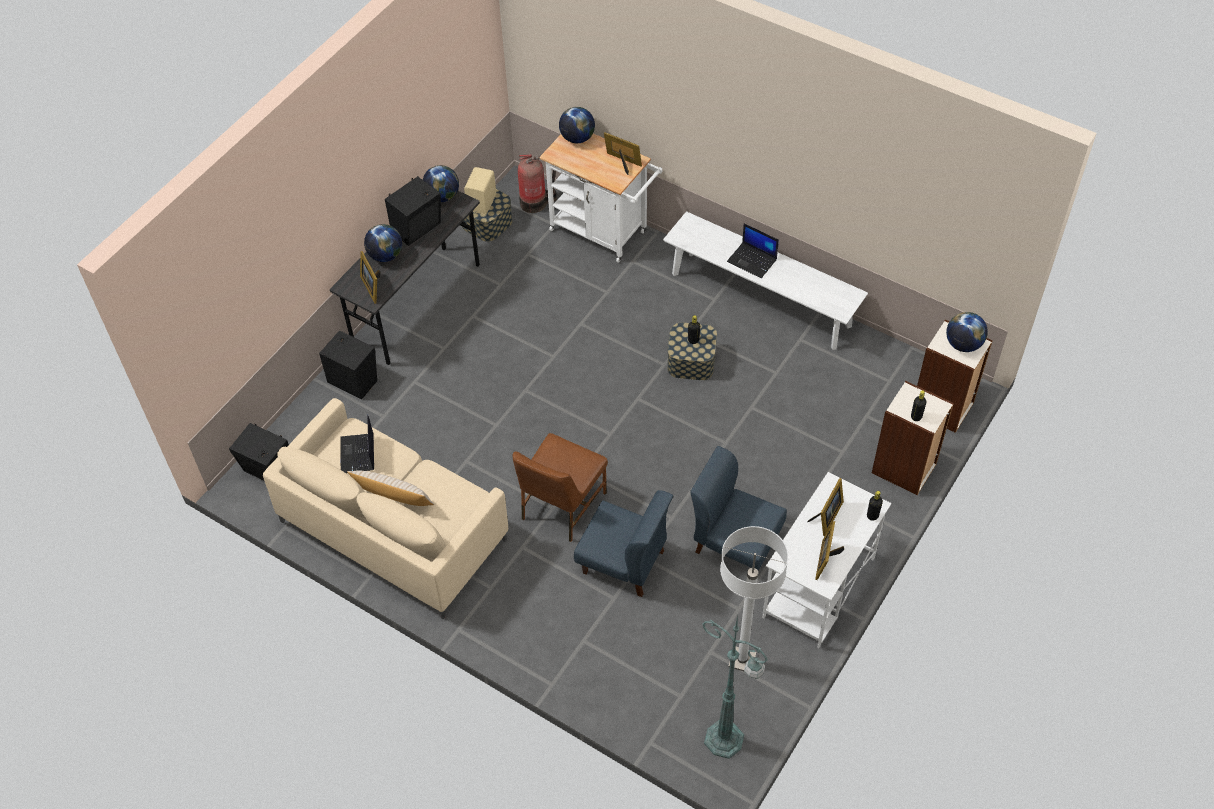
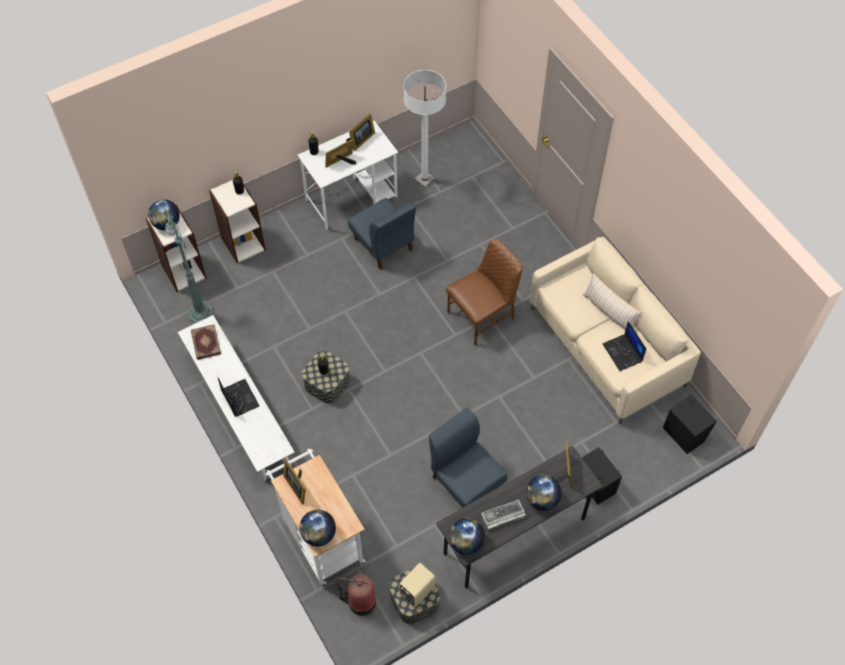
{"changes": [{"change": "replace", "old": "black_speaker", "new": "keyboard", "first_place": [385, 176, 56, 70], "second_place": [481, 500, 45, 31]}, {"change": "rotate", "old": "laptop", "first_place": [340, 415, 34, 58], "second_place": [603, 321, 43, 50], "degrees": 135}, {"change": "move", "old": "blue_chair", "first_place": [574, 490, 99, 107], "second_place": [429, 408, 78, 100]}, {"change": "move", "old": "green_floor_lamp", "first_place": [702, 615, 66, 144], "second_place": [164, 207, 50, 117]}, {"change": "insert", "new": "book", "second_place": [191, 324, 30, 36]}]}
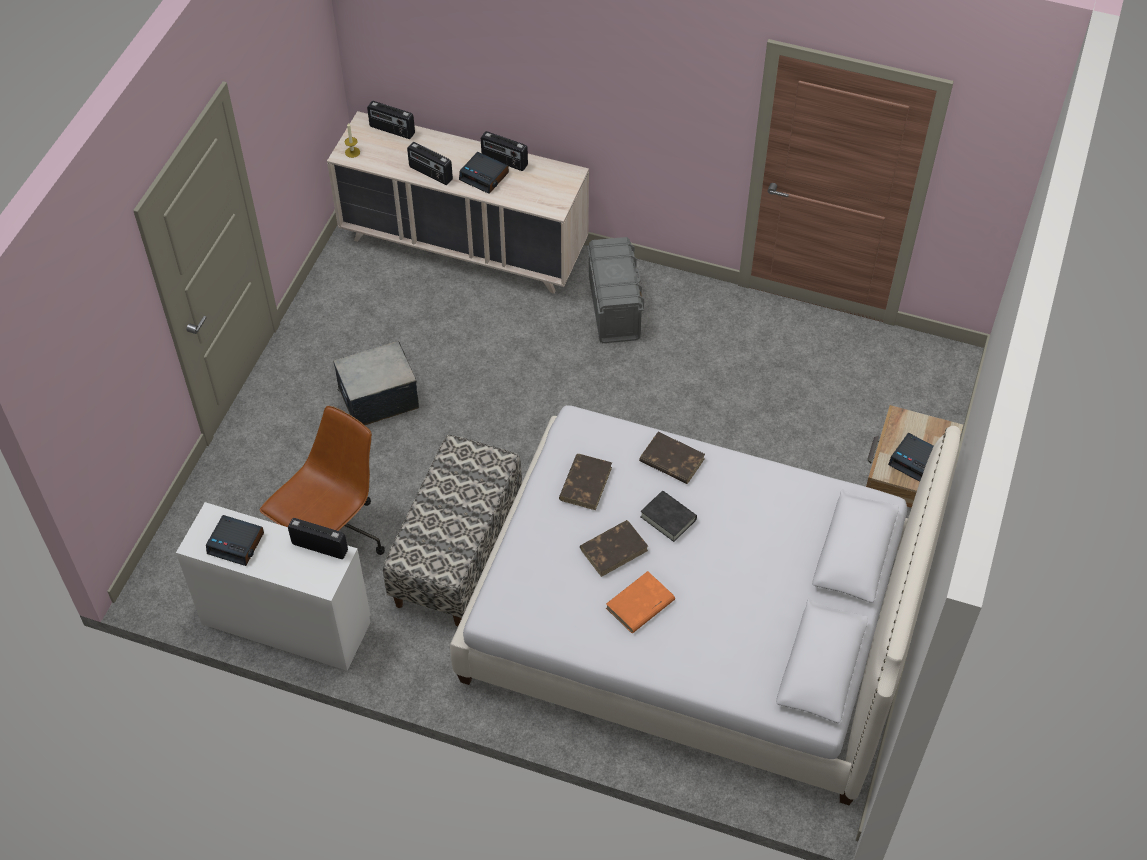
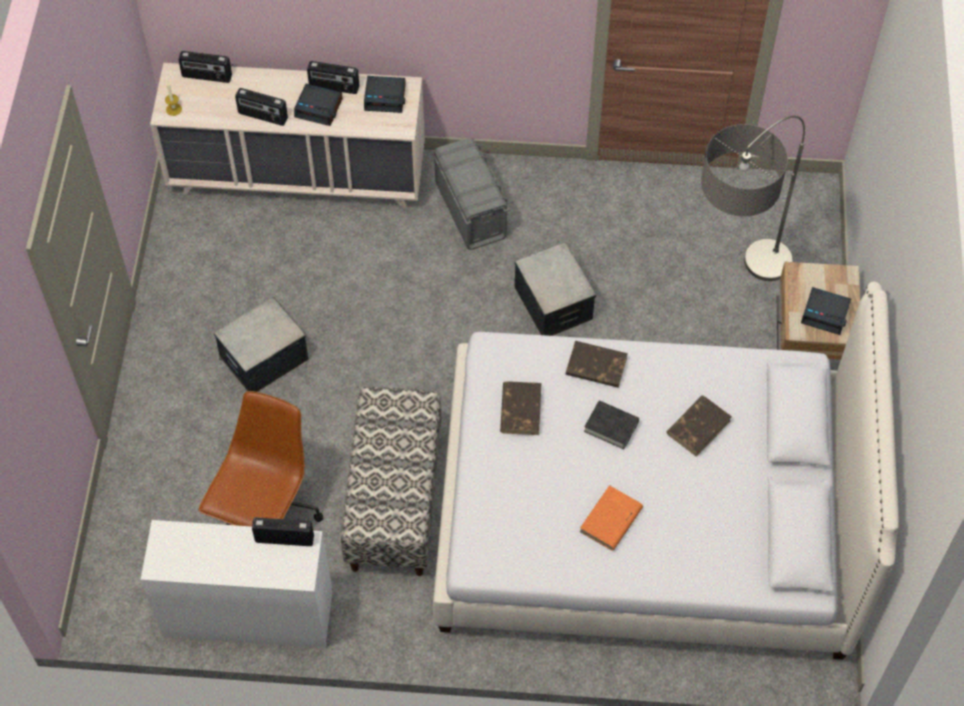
{"changes": [{"change": "move", "old": "alarm_clock", "first_place": [206, 515, 58, 51], "second_place": [364, 76, 42, 37]}, {"change": "move", "old": "brown_book", "first_place": [580, 520, 68, 57], "second_place": [667, 395, 65, 62]}, {"change": "insert", "new": "floor_lamp", "second_place": [701, 115, 104, 166]}, {"change": "insert", "new": "storage_box", "second_place": [514, 242, 82, 94]}]}
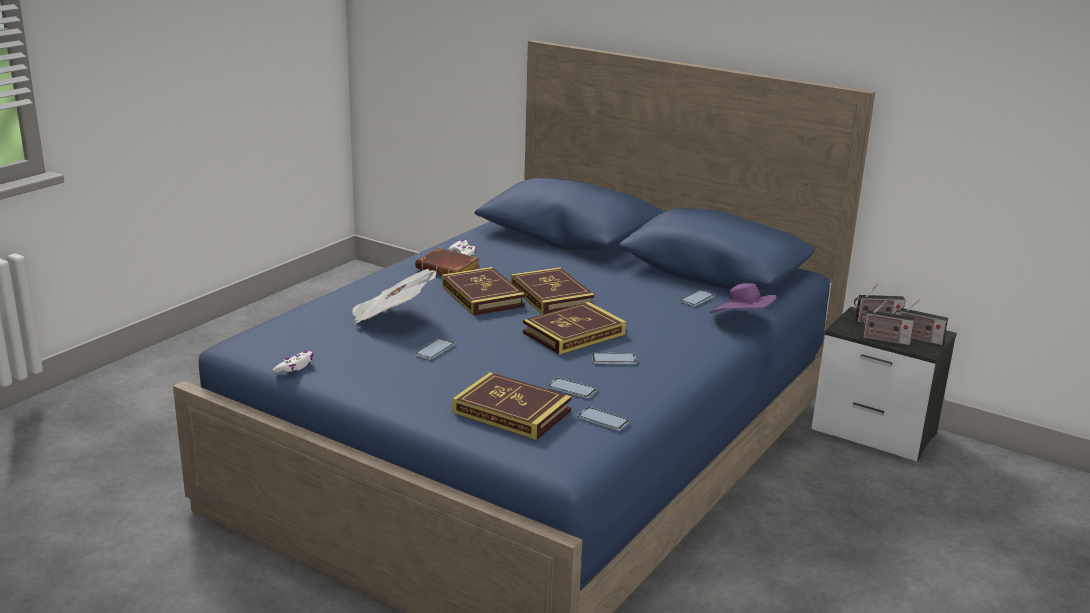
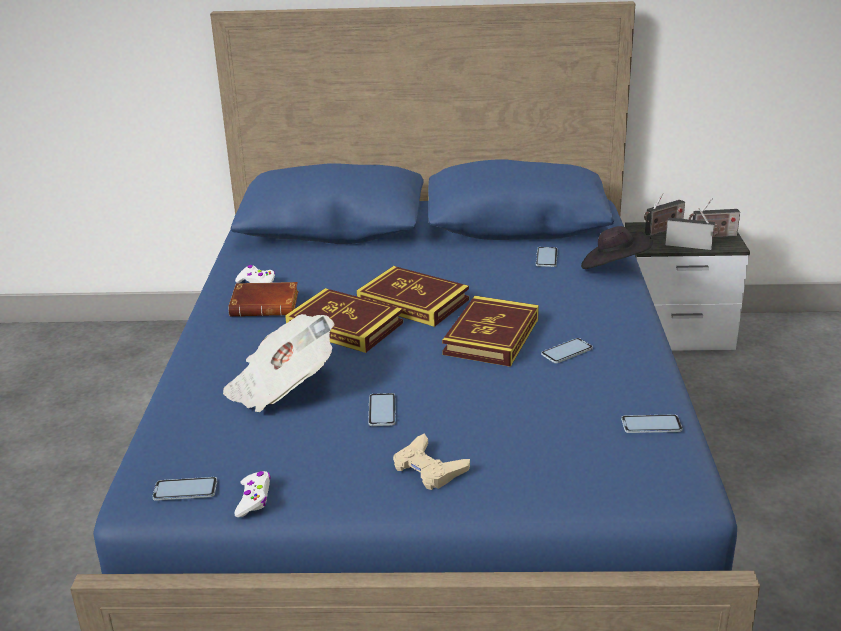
{"changes": [{"change": "recolor", "old": "purple_hat", "new": "black_hat", "first_place": [710, 283, 67, 30], "second_place": [581, 226, 72, 43]}, {"change": "rotate", "old": "radio", "first_place": [861, 300, 54, 46], "second_place": [665, 208, 54, 42], "degrees": -150}, {"change": "delete", "old": "book", "first_place": [452, 372, 120, 68]}, {"change": "move", "old": "phone", "first_place": [548, 378, 49, 20], "second_place": [152, 477, 65, 24]}, {"change": "insert", "new": "beige_game_controller", "second_place": [393, 434, 77, 56]}]}
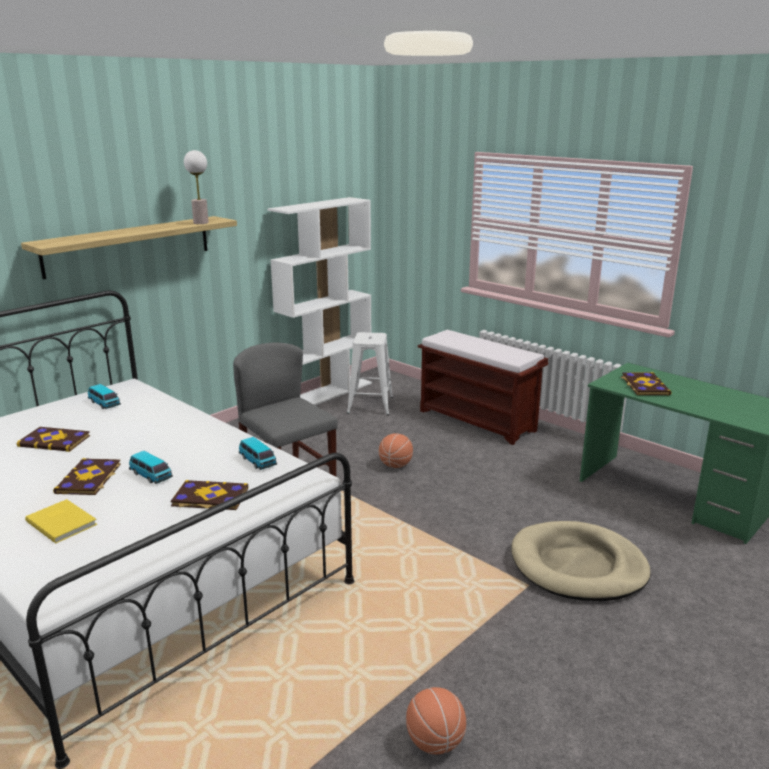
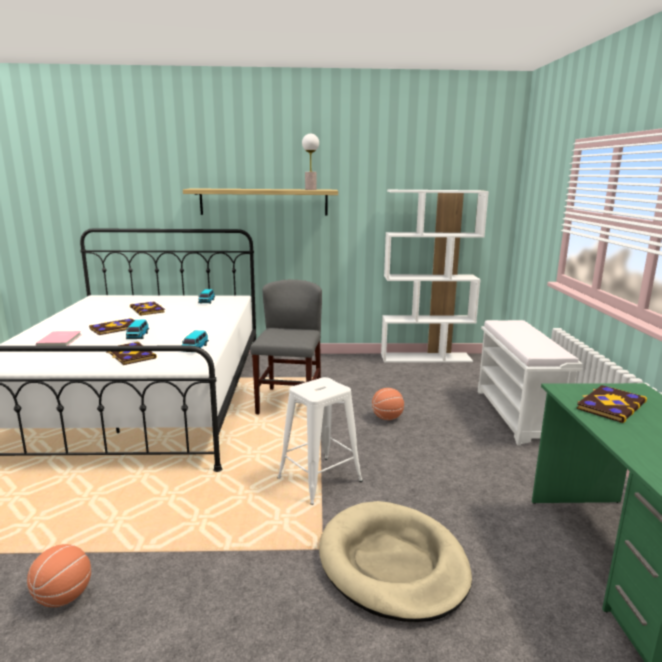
{"changes": [{"change": "recolor", "old": "brown_bench", "new": "white_bench", "first_place": [418, 330, 130, 115], "second_place": [478, 320, 105, 125]}, {"change": "move", "old": "white_stool", "first_place": [347, 332, 46, 83], "second_place": [278, 377, 85, 128]}, {"change": "recolor", "old": "yellow_book", "new": "pink_book", "first_place": [25, 499, 72, 44], "second_place": [36, 331, 45, 15]}]}
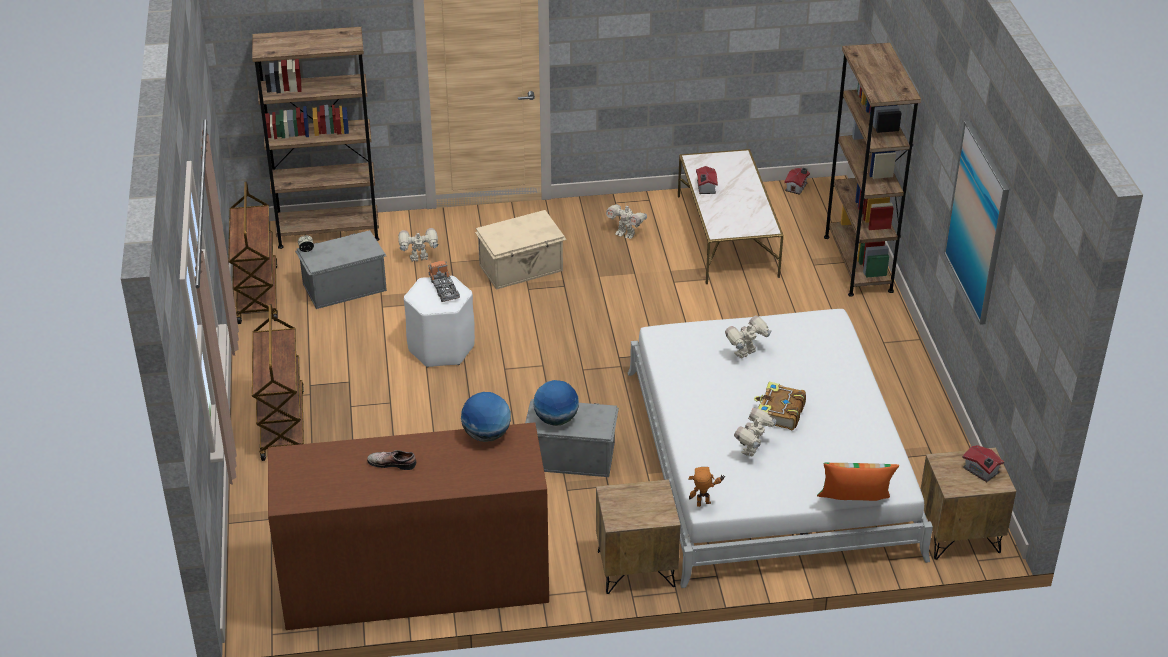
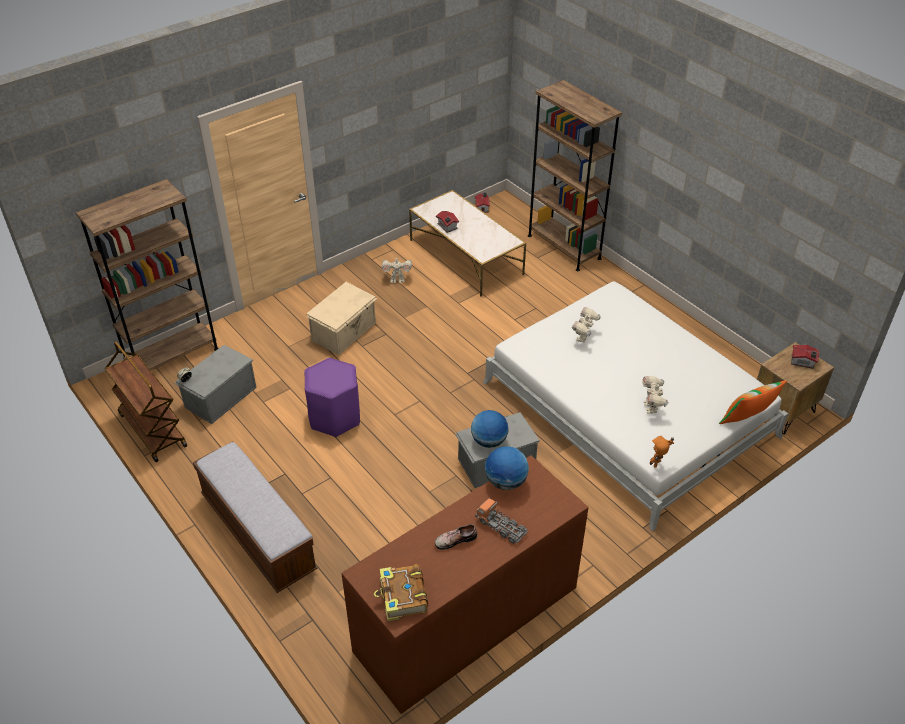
{"changes": [{"change": "delete", "old": "picture", "first_place": [944, 121, 65, 204]}, {"change": "delete", "old": "toy_robot", "first_place": [398, 228, 41, 34]}, {"change": "move", "old": "toy_truck", "first_place": [428, 261, 32, 41], "second_place": [475, 498, 53, 46]}, {"change": "recolor", "old": "white_stool", "new": "purple_stool", "first_place": [404, 276, 71, 92], "second_place": [304, 358, 56, 79]}, {"change": "replace", "old": "brown_cart", "new": "bench", "first_place": [252, 304, 52, 157], "second_place": [193, 441, 125, 152]}, {"change": "move", "old": "book", "first_place": [754, 382, 52, 48], "second_place": [374, 564, 54, 57]}, {"change": "delete", "old": "brown_nightstand", "first_place": [596, 479, 85, 115]}]}
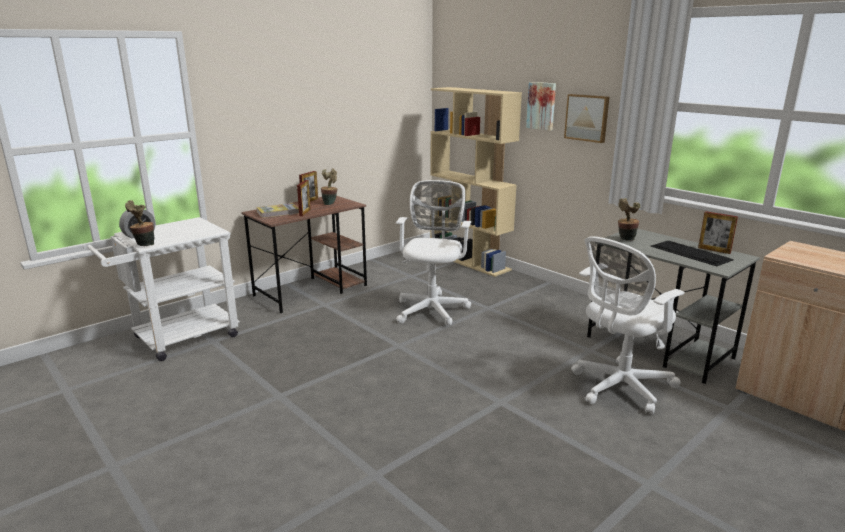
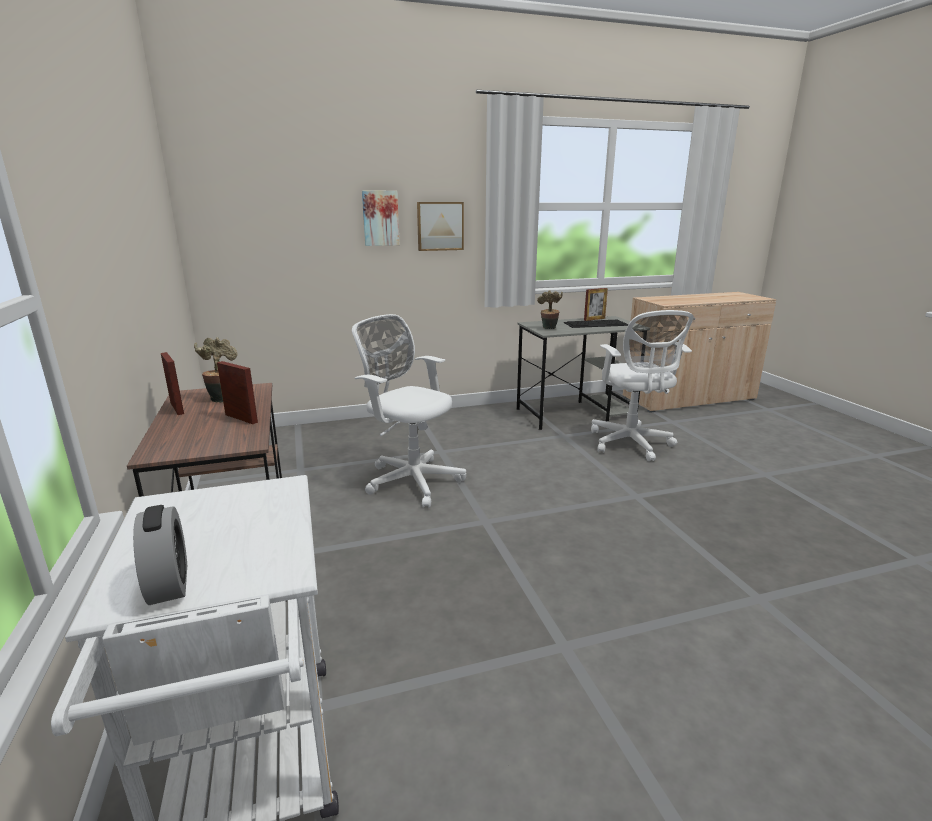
{"changes": [{"change": "delete", "old": "beige_bookcase", "first_place": [430, 87, 92, 190]}, {"change": "delete", "old": "potted_plant", "first_place": [125, 200, 29, 46]}, {"change": "delete", "old": "book", "first_place": [256, 203, 43, 15]}]}
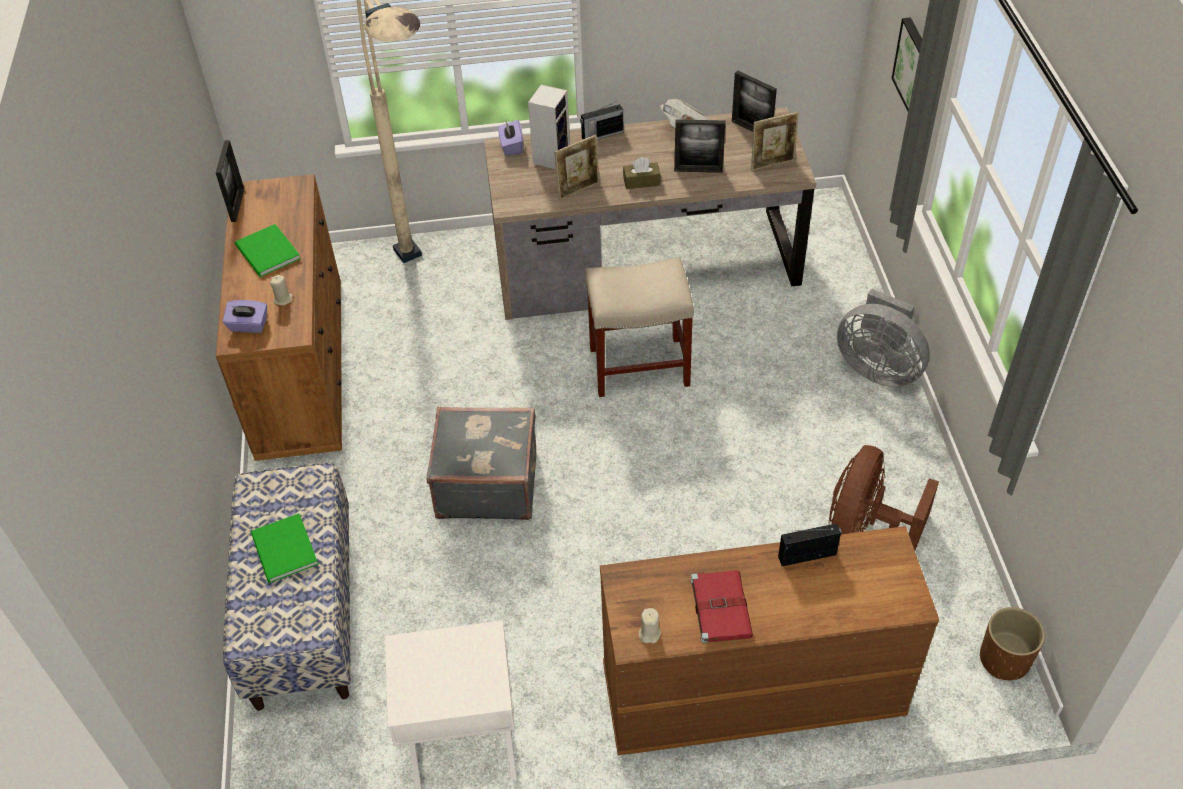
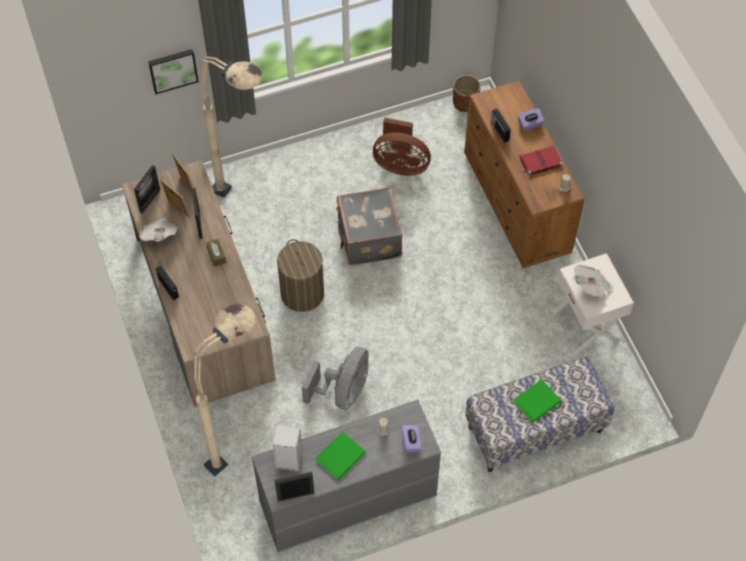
{"changes": [{"change": "move", "old": "speaker", "first_place": [528, 85, 42, 84], "second_place": [272, 425, 31, 47]}, {"change": "move", "old": "purple_tissue_box", "first_place": [498, 120, 25, 35], "second_place": [518, 109, 26, 22]}, {"change": "move", "old": "picture_frame", "first_place": [554, 135, 46, 65], "second_place": [160, 179, 30, 38]}, {"change": "recolor", "old": "brown_dresser", "new": "grey_dresser", "first_place": [216, 174, 126, 287], "second_place": [252, 400, 189, 152]}, {"change": "replace", "old": "beige_stool", "new": "laundry_basket", "first_place": [585, 258, 109, 139], "second_place": [277, 239, 47, 73]}, {"change": "move", "old": "grey_fan", "first_place": [837, 289, 93, 98], "second_place": [302, 347, 67, 63]}, {"change": "move", "old": "grey_suitcase", "first_place": [426, 407, 111, 113], "second_place": [336, 187, 66, 78]}, {"change": "insert", "new": "beige_floor_lamp", "second_place": [201, 56, 61, 142]}, {"change": "insert", "new": "newspaper", "second_place": [573, 265, 40, 33]}]}
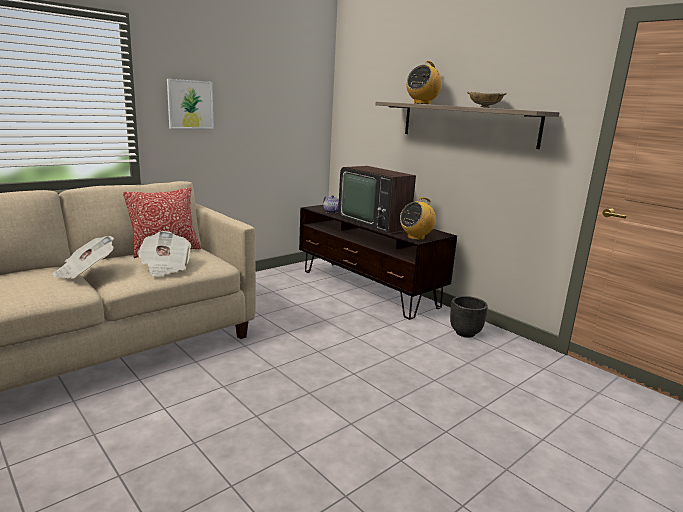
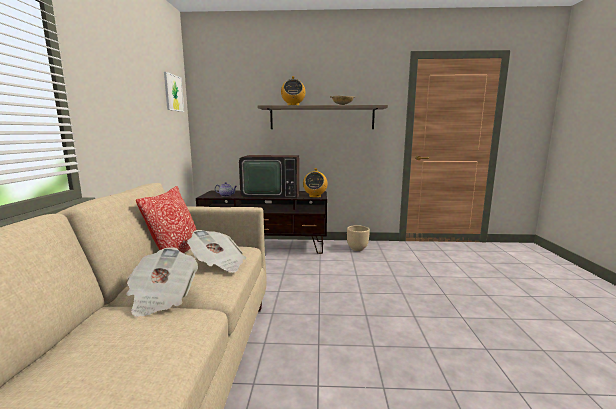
{"changes": [{"change": "move", "old": "picture", "first_place": [167, 79, 47, 50], "second_place": [164, 72, 20, 40]}, {"change": "recolor", "old": "black_planter", "new": "beige_planter", "first_place": [450, 296, 38, 42], "second_place": [347, 225, 23, 26]}]}
